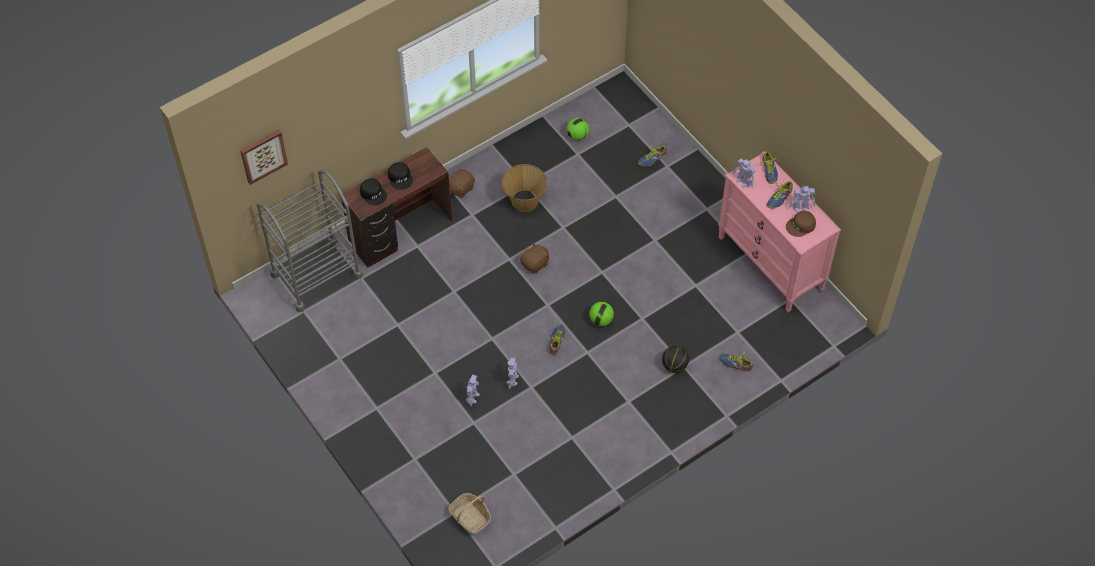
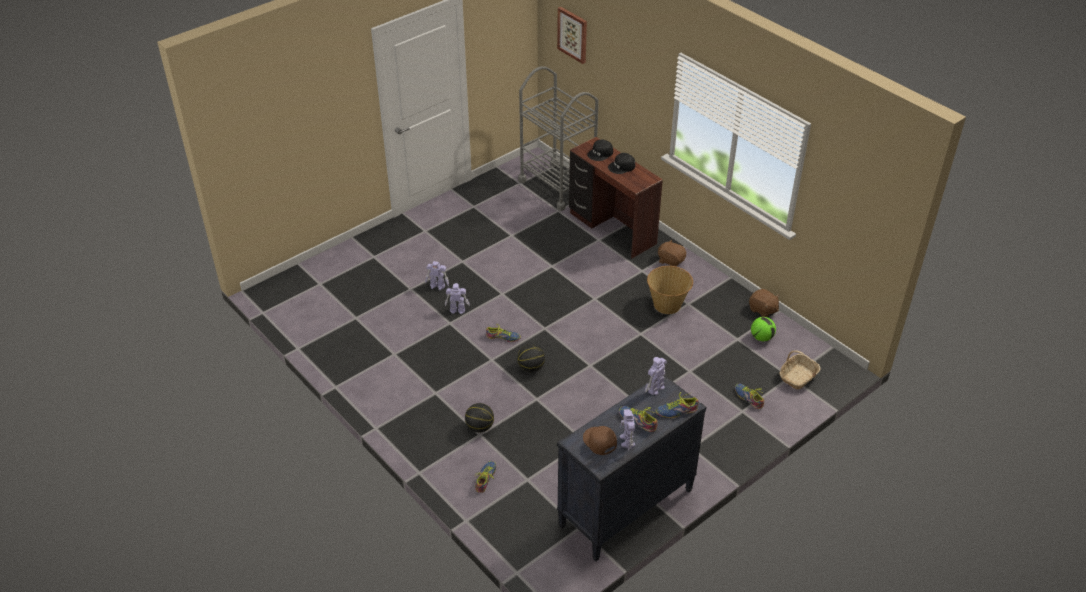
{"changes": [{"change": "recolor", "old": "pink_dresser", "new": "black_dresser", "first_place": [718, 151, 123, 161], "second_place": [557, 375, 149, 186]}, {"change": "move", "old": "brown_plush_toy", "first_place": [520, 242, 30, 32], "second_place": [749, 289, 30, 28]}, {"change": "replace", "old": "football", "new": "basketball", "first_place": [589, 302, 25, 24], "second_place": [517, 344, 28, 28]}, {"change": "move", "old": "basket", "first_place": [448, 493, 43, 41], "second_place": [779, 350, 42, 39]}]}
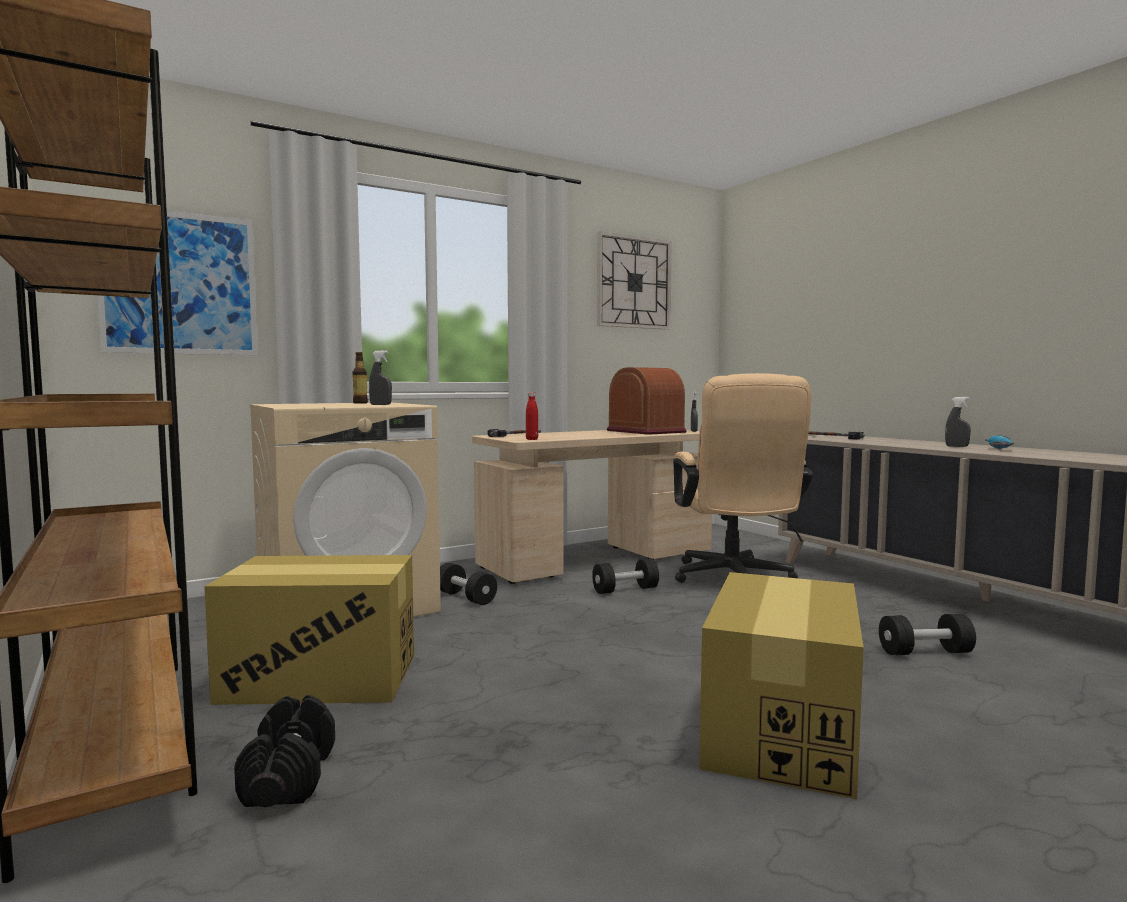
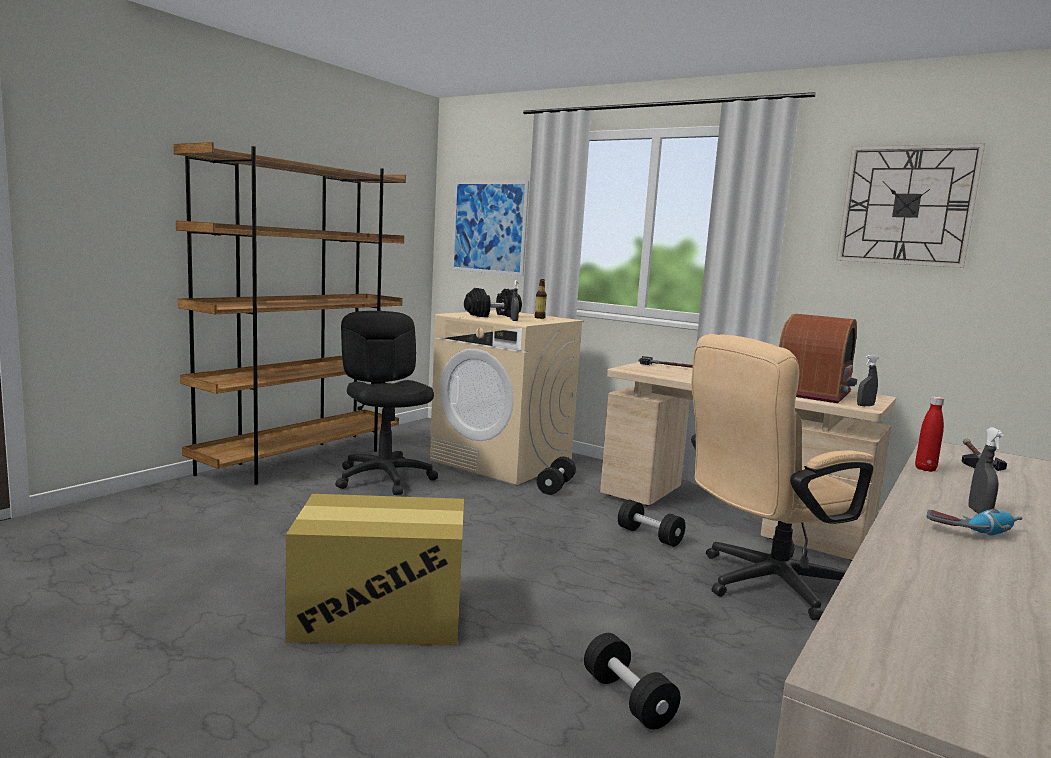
{"changes": [{"change": "move", "old": "red_bottle", "first_place": [526, 392, 12, 48], "second_place": [915, 396, 29, 76]}, {"change": "replace", "old": "cardboard_box", "new": "black_office_chair", "first_place": [204, 555, 210, 150], "second_place": [335, 311, 103, 184]}, {"change": "move", "old": "black_dumbbell", "first_place": [234, 695, 101, 112], "second_place": [464, 288, 58, 29]}]}
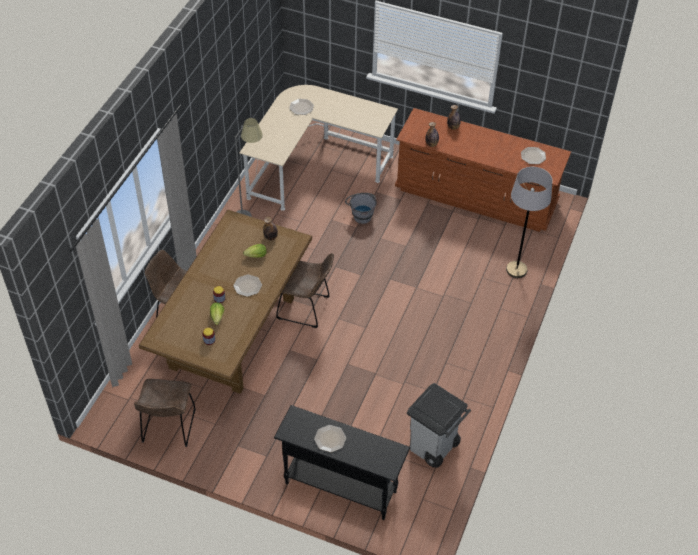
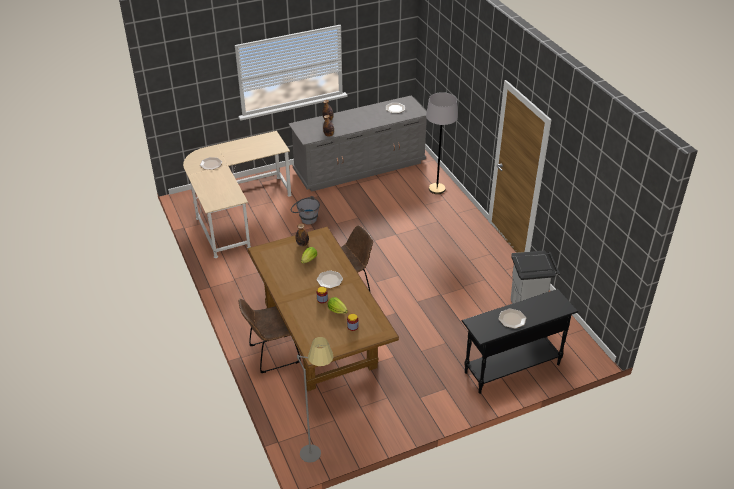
{"changes": [{"change": "recolor", "old": "brown_dresser", "new": "grey_dresser", "first_place": [395, 108, 176, 124], "second_place": [289, 95, 138, 97]}, {"change": "move", "old": "grey_floor_lamp", "first_place": [235, 118, 28, 99], "second_place": [297, 337, 37, 125]}, {"change": "delete", "old": "brown_chair", "first_place": [134, 379, 62, 68]}]}
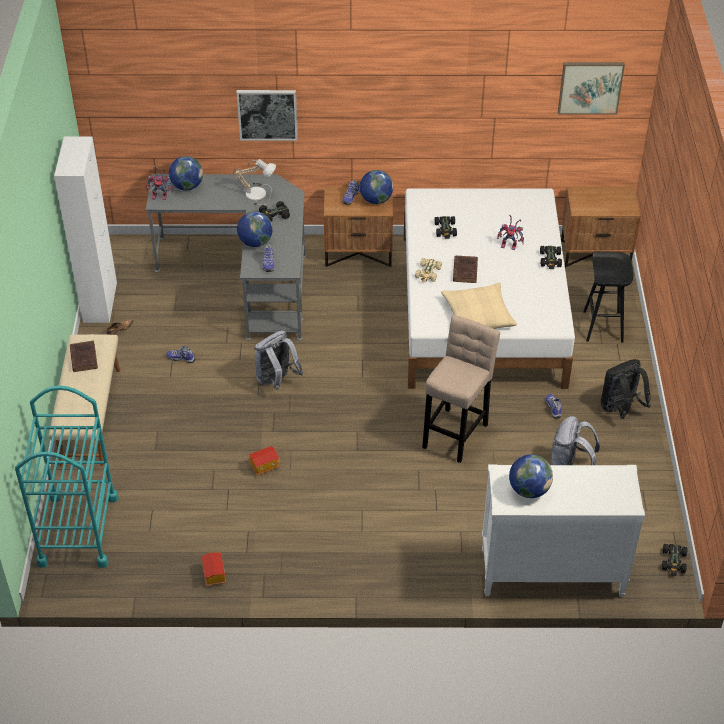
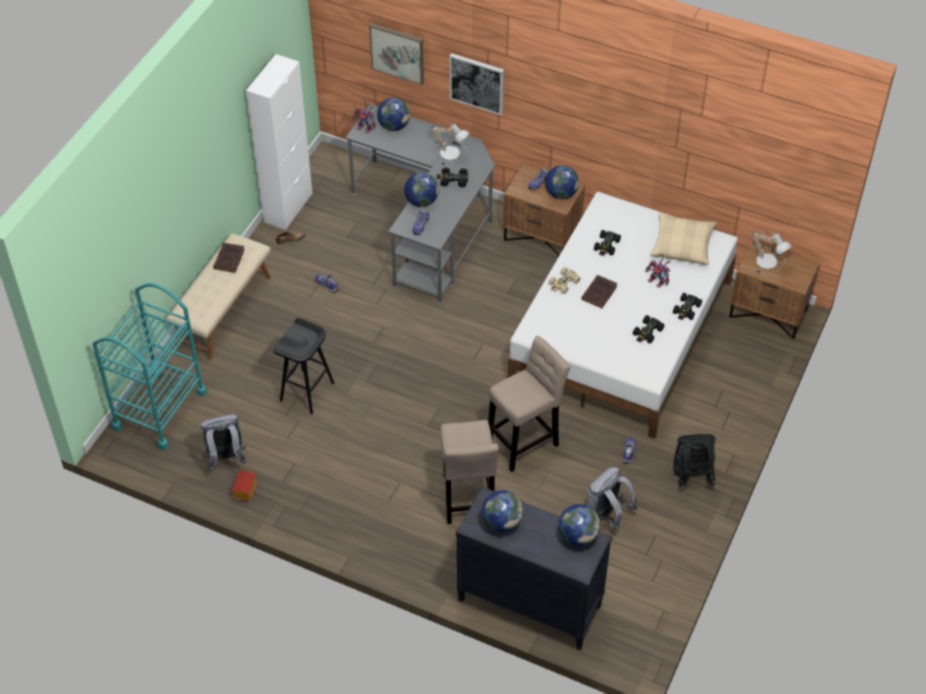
{"changes": [{"change": "move", "old": "picture", "first_place": [558, 62, 67, 53], "second_place": [369, 23, 55, 62]}, {"change": "move", "old": "black_stool", "first_place": [583, 251, 50, 92], "second_place": [273, 318, 61, 97]}, {"change": "move", "old": "beige_pillow", "first_place": [441, 283, 76, 46], "second_place": [650, 213, 67, 52]}, {"change": "move", "old": "grey_backpack", "first_place": [254, 330, 49, 60], "second_place": [201, 414, 45, 57]}, {"change": "delete", "old": "toy_house", "first_place": [249, 446, 31, 30]}, {"change": "recolor", "old": "white_dresser", "new": "black_dresser", "first_place": [482, 464, 163, 133], "second_place": [456, 486, 157, 164]}, {"change": "move", "old": "black_toy_car", "first_place": [662, 544, 25, 32], "second_place": [633, 315, 32, 28]}, {"change": "insert", "new": "table_lamp", "second_place": [752, 231, 40, 46]}, {"change": "insert", "new": "beige_stool", "second_place": [441, 420, 58, 104]}, {"change": "insert", "new": "globe", "second_place": [559, 504, 41, 42]}]}
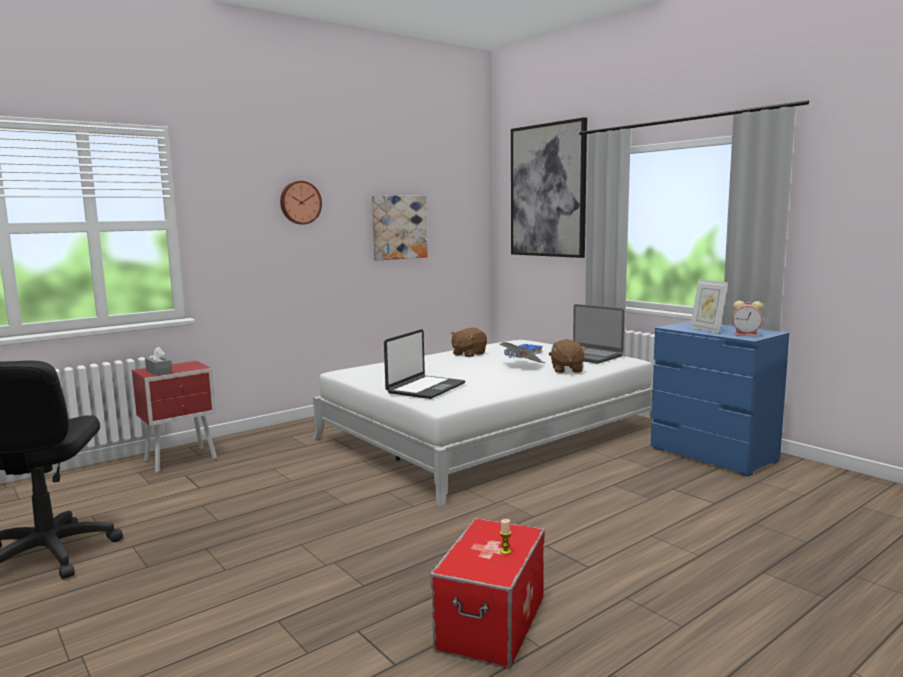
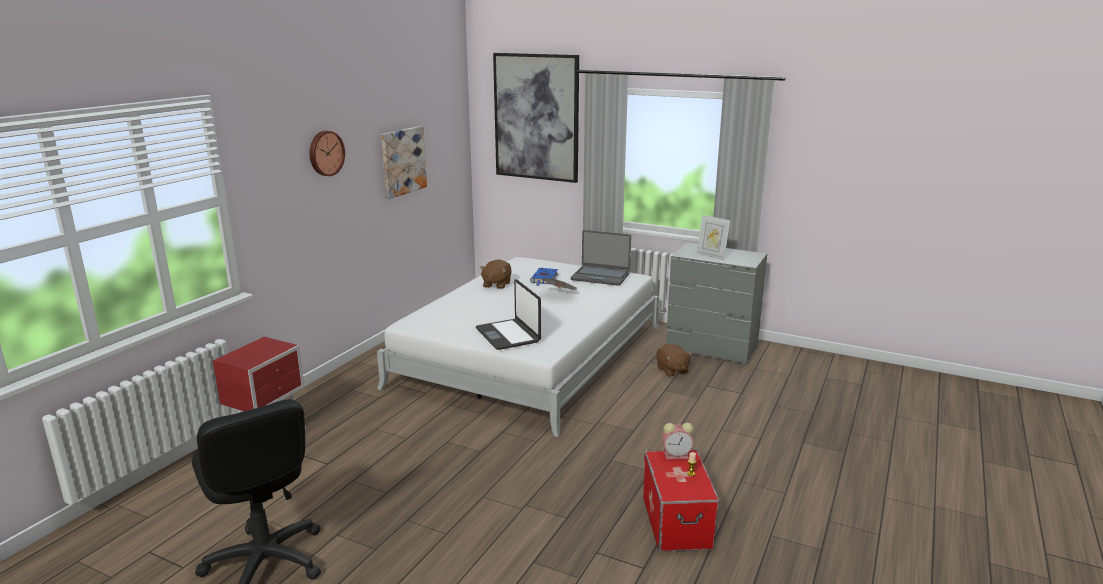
{"changes": [{"change": "move", "old": "alarm_clock", "first_place": [732, 301, 32, 36], "second_place": [662, 423, 32, 36]}, {"change": "recolor", "old": "blue_dresser", "new": "grey_dresser", "first_place": [651, 321, 138, 156], "second_place": [666, 243, 101, 122]}, {"change": "rotate", "old": "laptop", "first_place": [384, 329, 81, 70], "second_place": [476, 279, 65, 71], "degrees": 150}, {"change": "move", "old": "brown_plush_toy", "first_place": [551, 339, 36, 34], "second_place": [656, 344, 36, 33]}, {"change": "delete", "old": "grey_tissue_box", "first_place": [145, 347, 27, 29]}]}
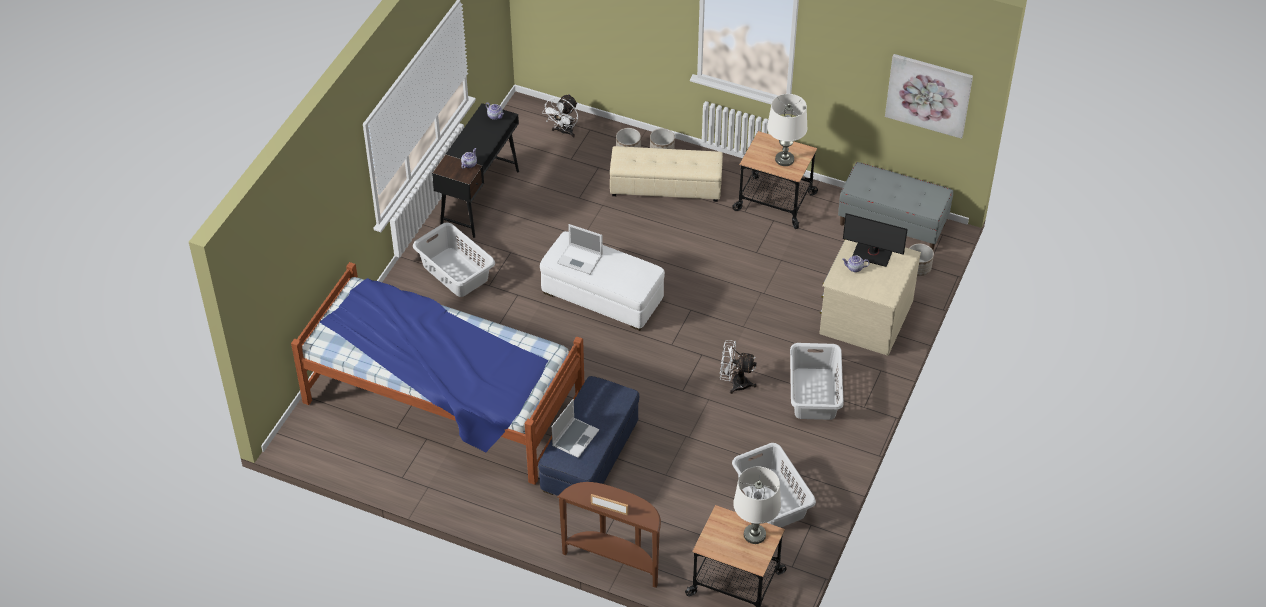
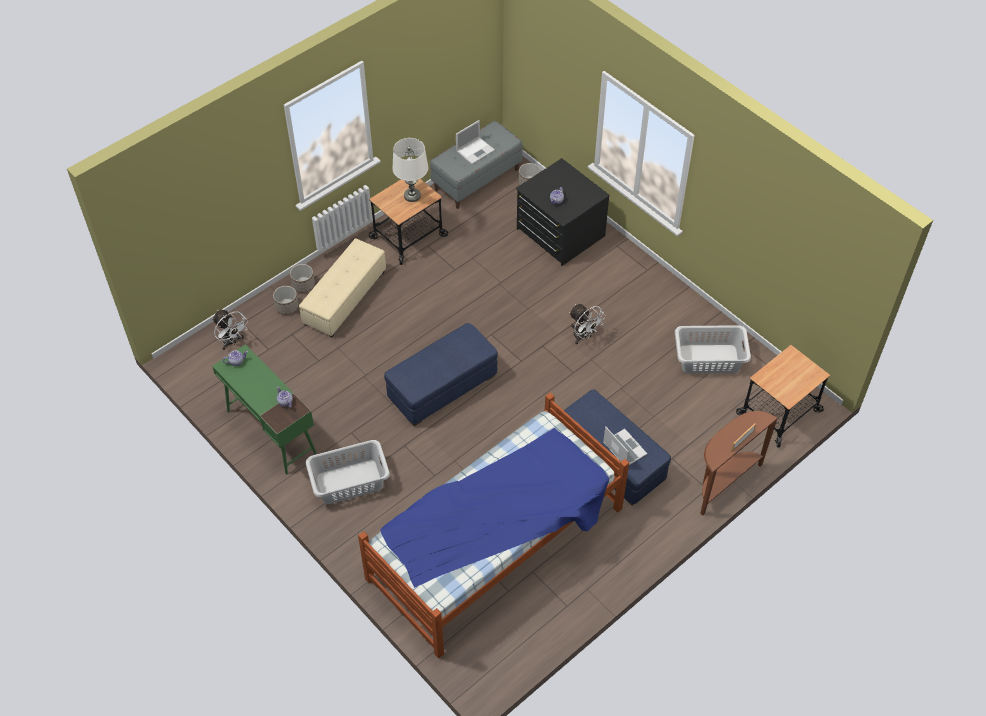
{"changes": [{"change": "delete", "old": "picture", "first_place": [885, 54, 88, 85]}, {"change": "recolor", "old": "black_desk", "new": "green_desk", "first_place": [432, 103, 87, 135], "second_place": [212, 344, 105, 130]}, {"change": "delete", "old": "monitor", "first_place": [843, 213, 65, 54]}, {"change": "move", "old": "laptop", "first_place": [557, 224, 46, 50], "second_place": [456, 120, 39, 44]}, {"change": "recolor", "old": "white_ottoman", "new": "blue_ottoman", "first_place": [540, 231, 125, 100], "second_place": [384, 323, 114, 103]}, {"change": "recolor", "old": "beige_dresser", "new": "black_dresser", "first_place": [819, 240, 102, 116], "second_place": [516, 158, 93, 108]}, {"change": "rotate", "old": "white_fan", "first_place": [720, 340, 37, 54], "second_place": [569, 304, 37, 40], "degrees": -75}, {"change": "delete", "old": "grey_laundry_basket", "first_place": [790, 343, 54, 77]}, {"change": "delete", "old": "white_table_lamp", "first_place": [733, 466, 48, 78]}]}
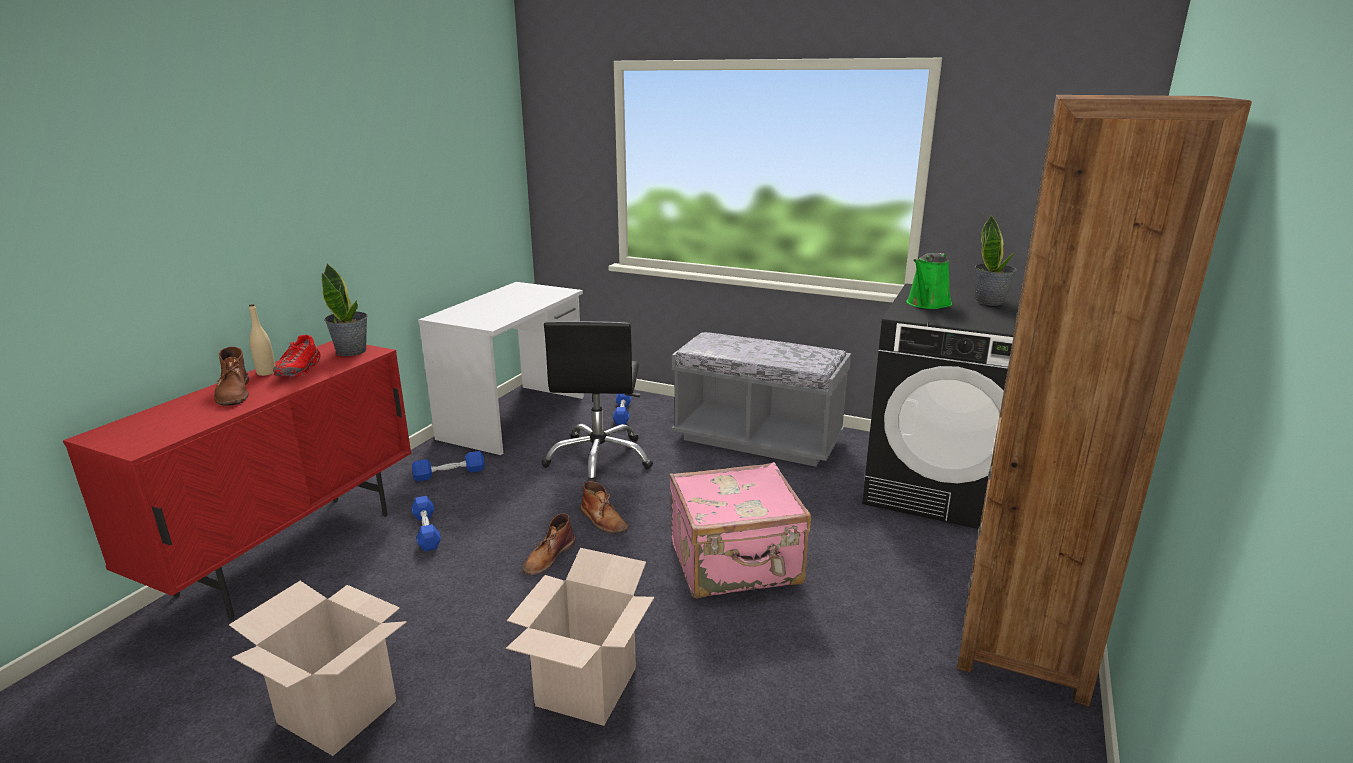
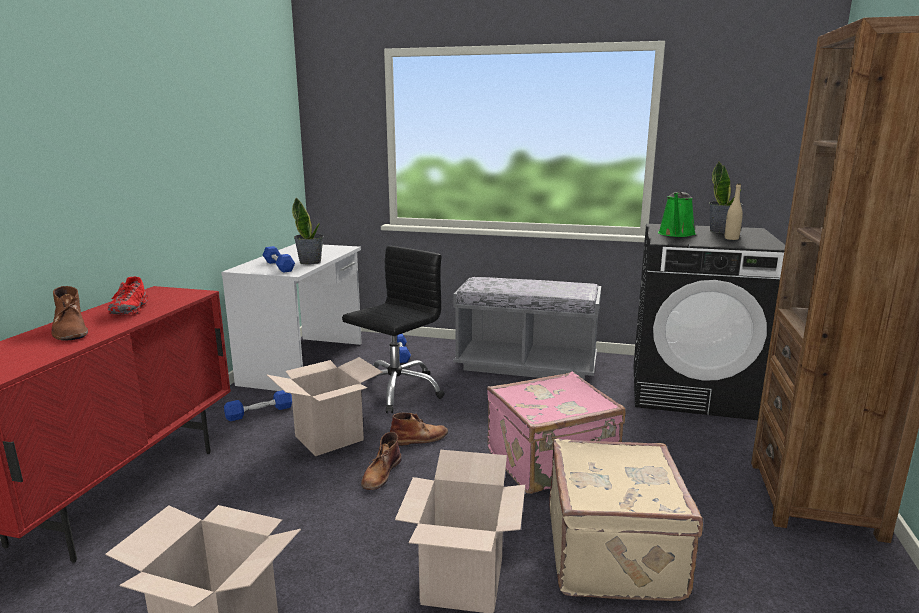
{"changes": [{"change": "move", "old": "potted_plant", "first_place": [321, 263, 47, 93], "second_place": [292, 198, 32, 67]}, {"change": "move", "old": "beige_bottle", "first_place": [249, 304, 26, 72], "second_place": [725, 183, 18, 57]}, {"change": "rotate", "old": "black_office_chair", "first_place": [541, 321, 112, 161], "second_place": [342, 246, 103, 167], "degrees": -135}, {"change": "rotate", "old": "brown_boot", "first_place": [581, 481, 47, 53], "second_place": [390, 413, 58, 33], "degrees": -60}, {"change": "move", "old": "blue_dumbbell", "first_place": [411, 496, 30, 56], "second_place": [263, 246, 32, 27]}, {"change": "insert", "new": "cardboard_box", "second_place": [267, 357, 116, 99]}, {"change": "insert", "new": "beige_suitcase", "second_place": [549, 439, 154, 162]}]}
